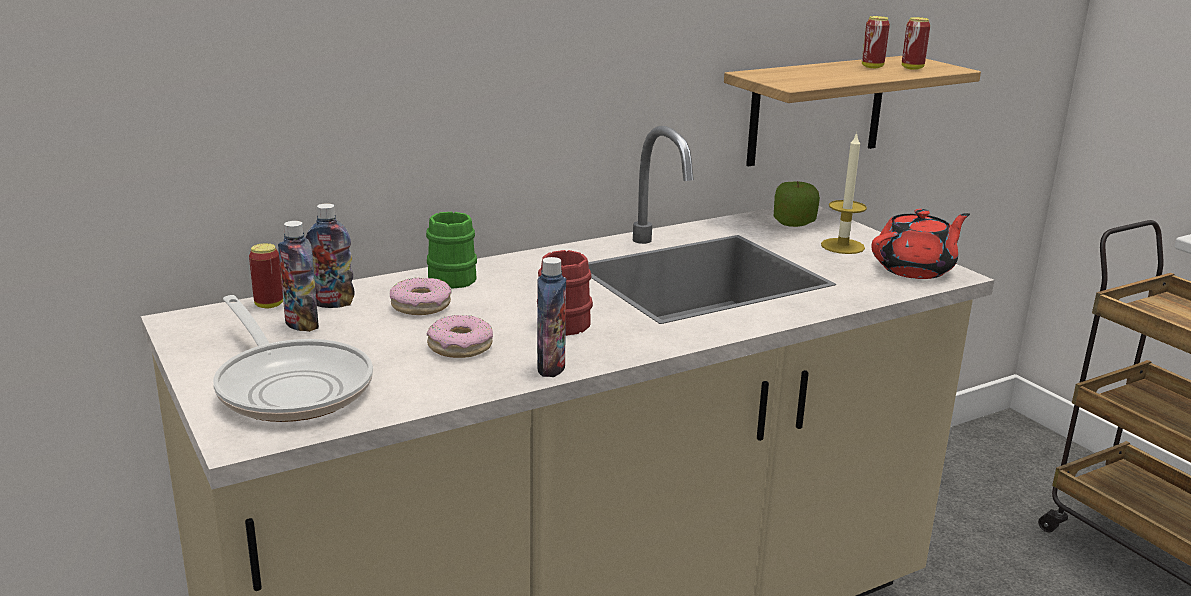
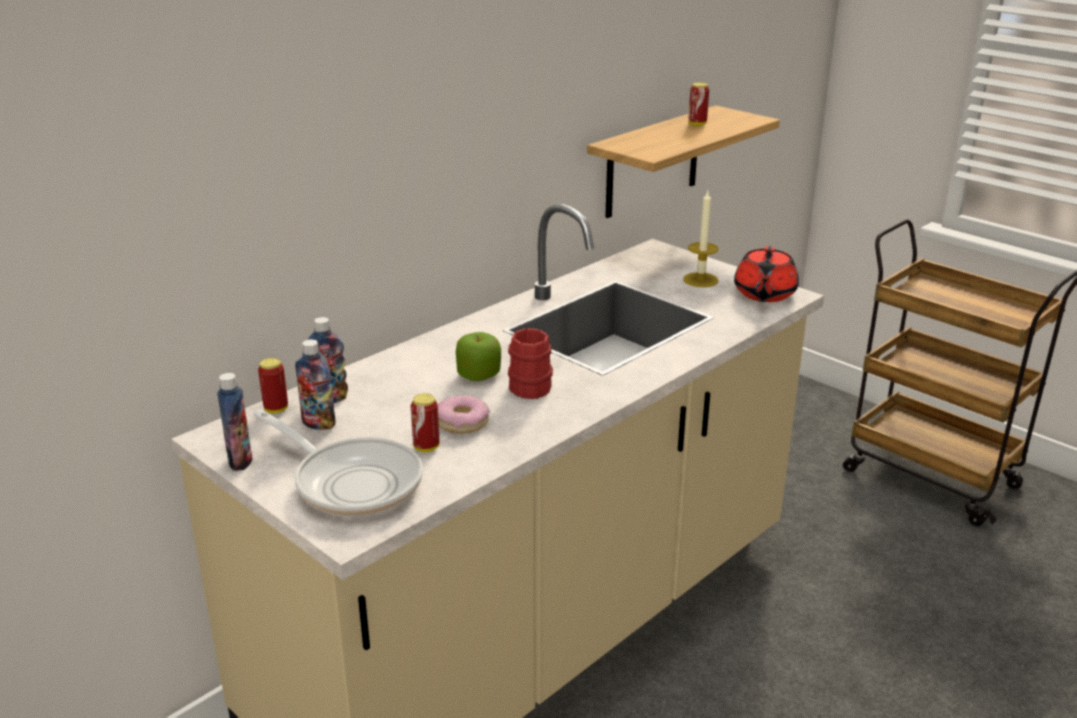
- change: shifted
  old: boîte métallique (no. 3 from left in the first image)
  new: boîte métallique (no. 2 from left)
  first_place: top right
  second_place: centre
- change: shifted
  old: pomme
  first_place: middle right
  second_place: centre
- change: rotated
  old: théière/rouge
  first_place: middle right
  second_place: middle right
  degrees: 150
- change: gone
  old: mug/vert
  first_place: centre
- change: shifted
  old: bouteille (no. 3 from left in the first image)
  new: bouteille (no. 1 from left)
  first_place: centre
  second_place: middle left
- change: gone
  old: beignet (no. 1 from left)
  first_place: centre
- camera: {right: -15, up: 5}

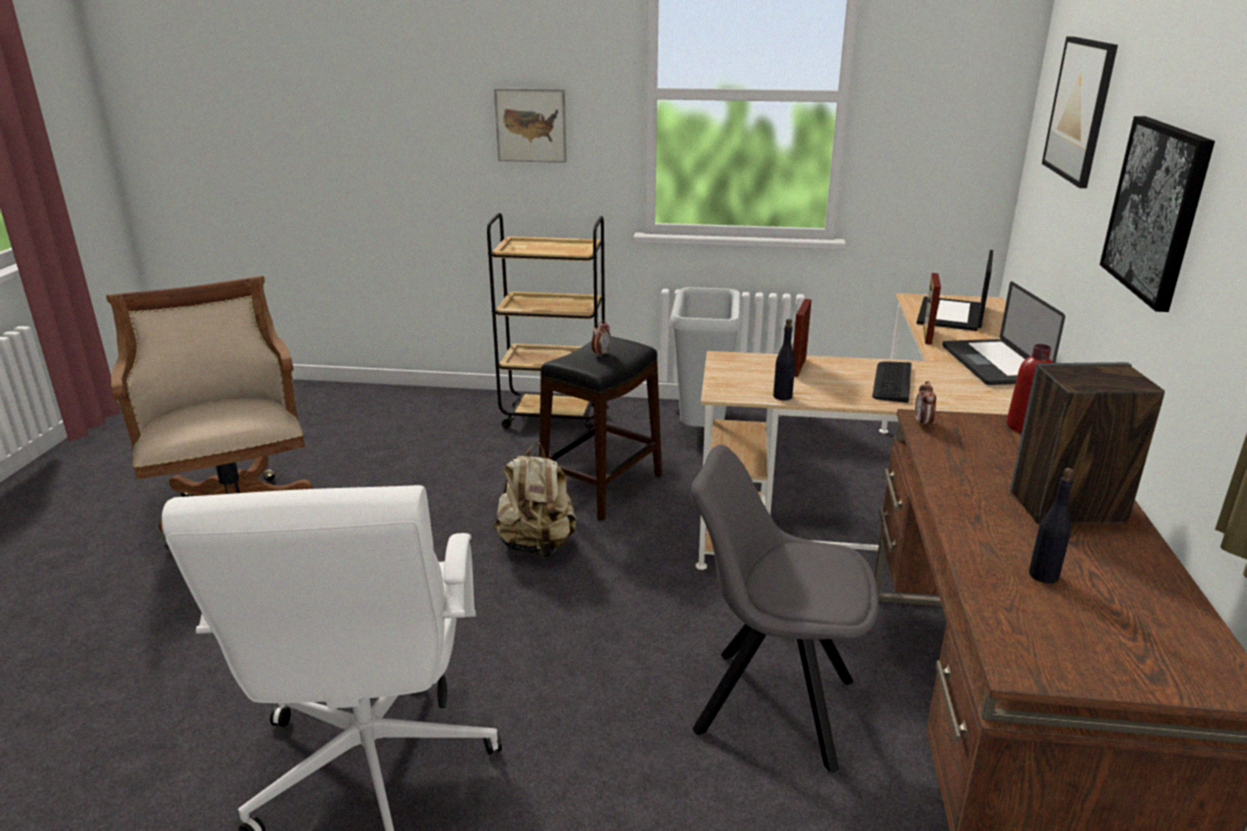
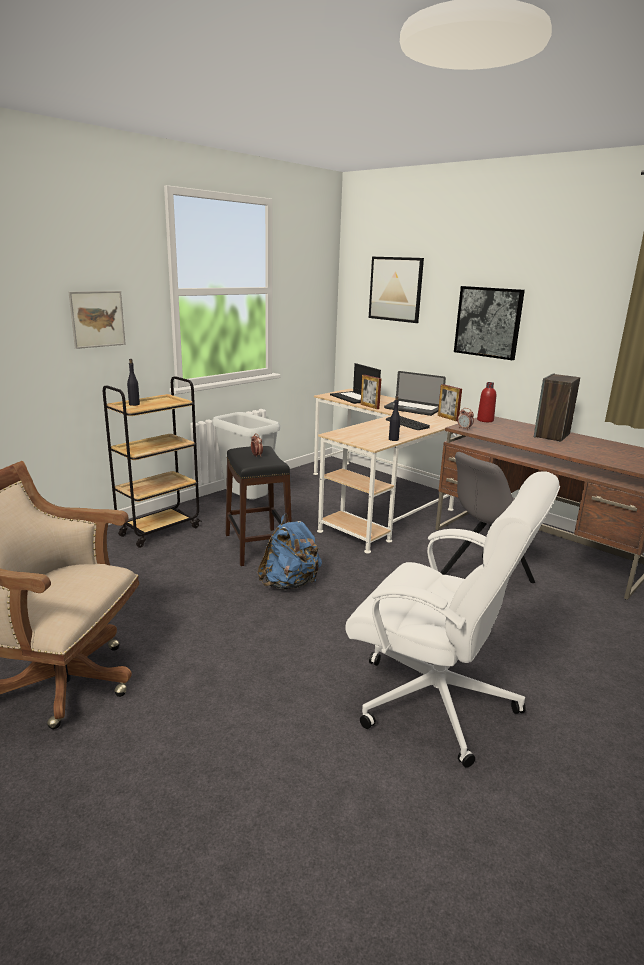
- change: shifted
  old: cadre photo (no. 1 from left in the first image)
  new: cadre photo (no. 2 from left)
  first_place: centre
  second_place: middle right
- change: repainted
  old: sac à dos/beige
  new: sac à dos/bleu
  first_place: centre
  second_place: centre
- change: shifted
  old: bouteille/noir (no. 2 from left in the first image)
  new: bouteille/noir (no. 1 from left)
  first_place: middle right
  second_place: middle left
- camera: {right: -55, up: -5}

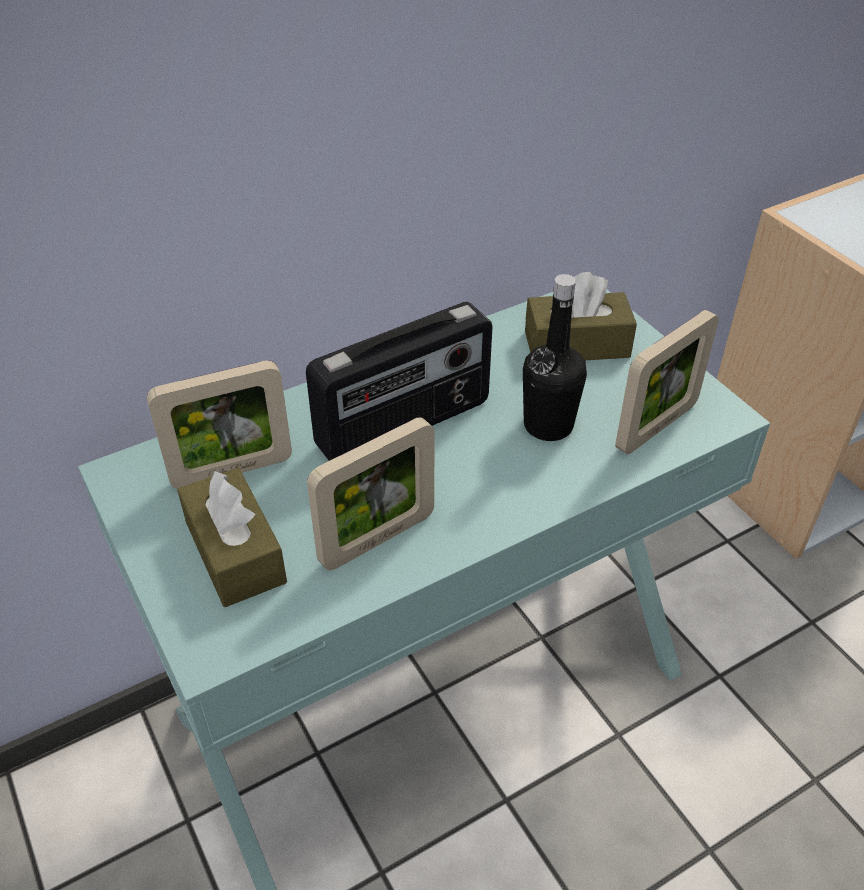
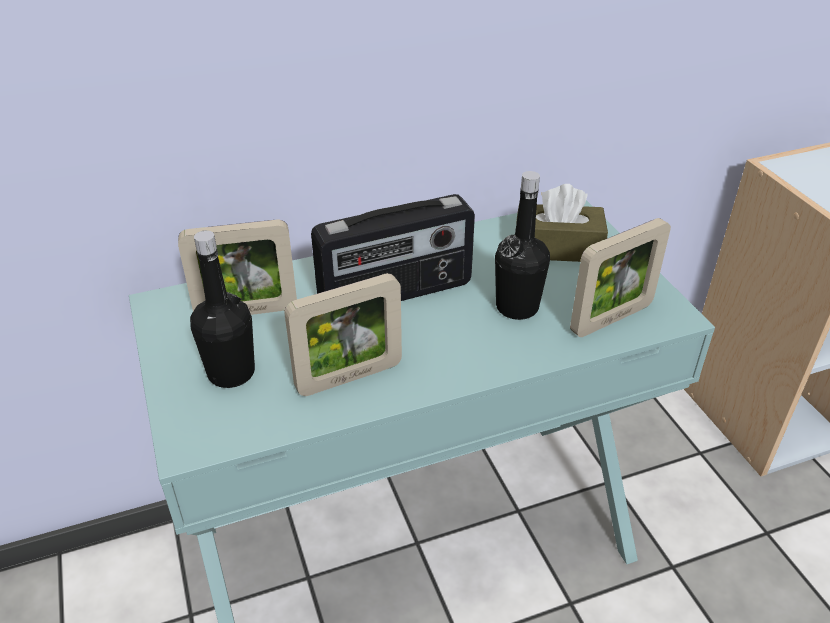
- change: swapped
  old: boîte à mouchoirs/marron (no. 1 from left)
  new: bouteille/noir (no. 1 from left)
  first_place: middle left
  second_place: middle left
- camera: {right: 10, up: -5}

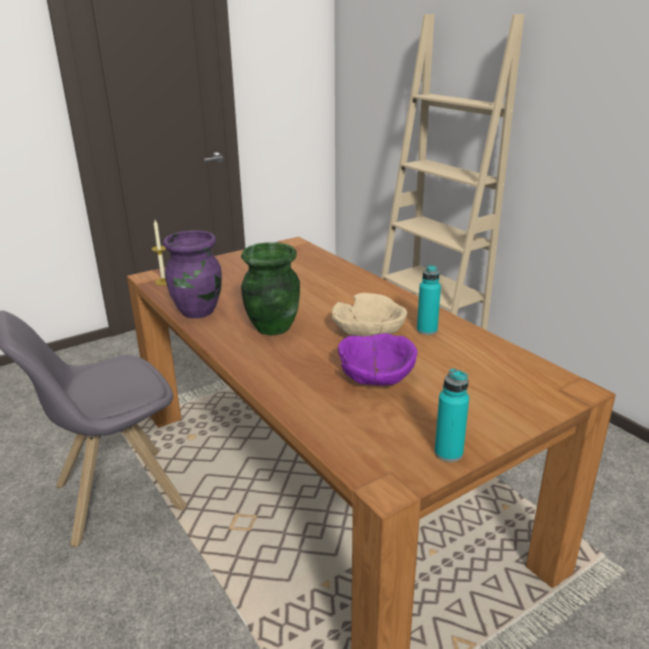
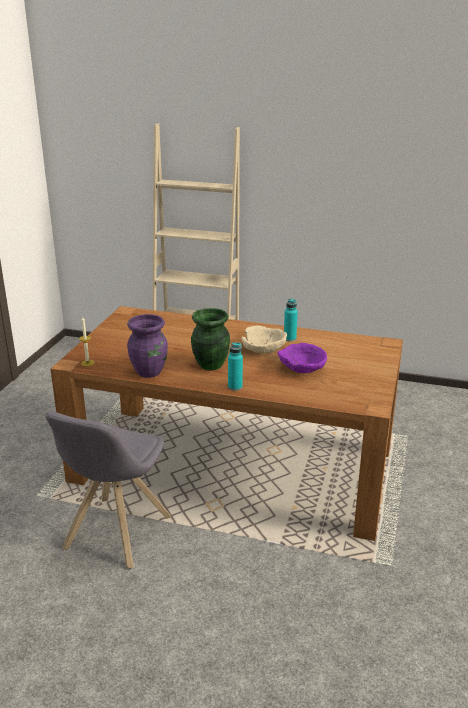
- change: shifted
  old: bouteille/turquoise (no. 2 from left in the first image)
  new: bouteille/turquoise (no. 1 from left)
  first_place: middle right
  second_place: centre
- camera: {right: -40, up: 0}

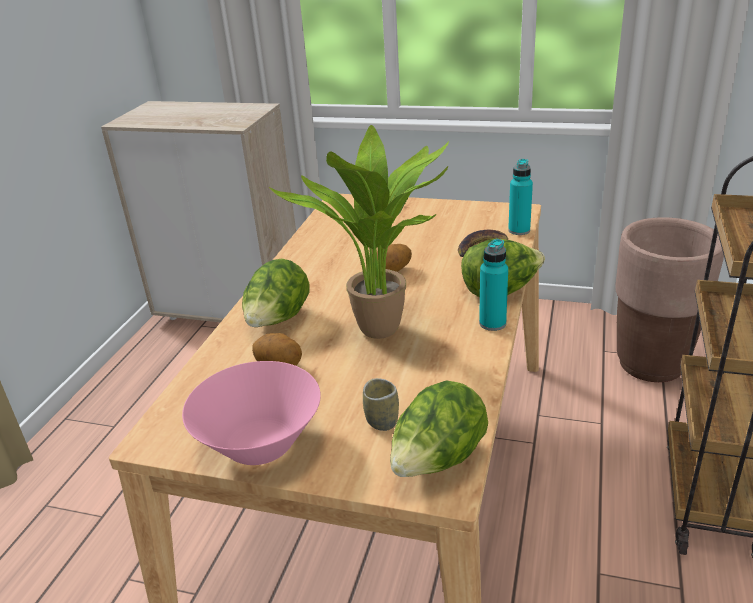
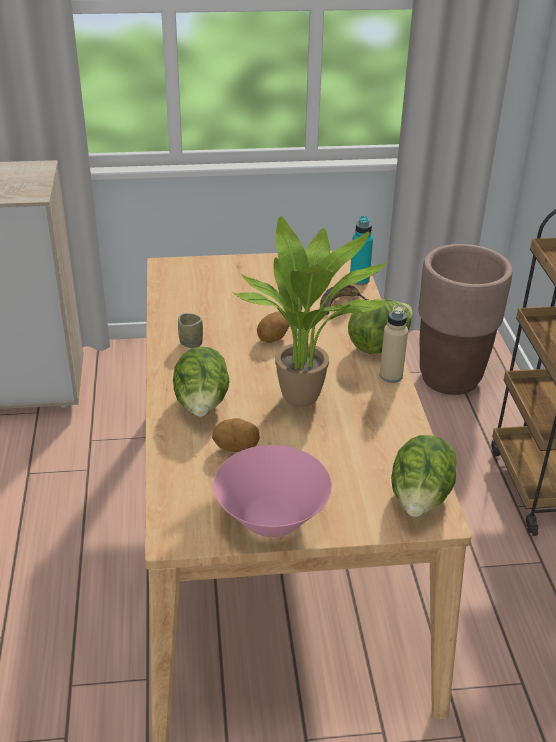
- change: repainted
  old: bouteille/turquoise (no. 1 from left)
  new: bouteille/beige
  first_place: centre
  second_place: middle right
- change: shifted
  old: tasse
  first_place: bottom centre
  second_place: centre
- camera: {right: -25, up: 5}

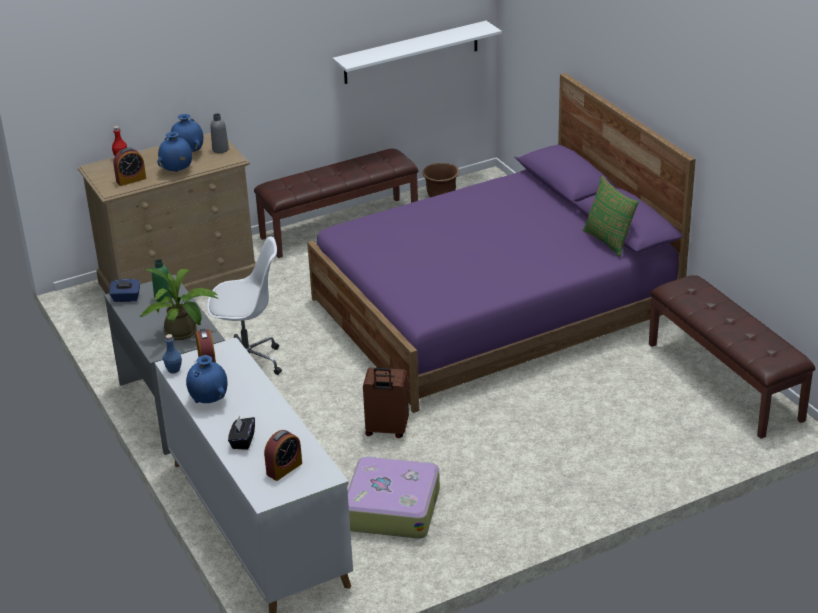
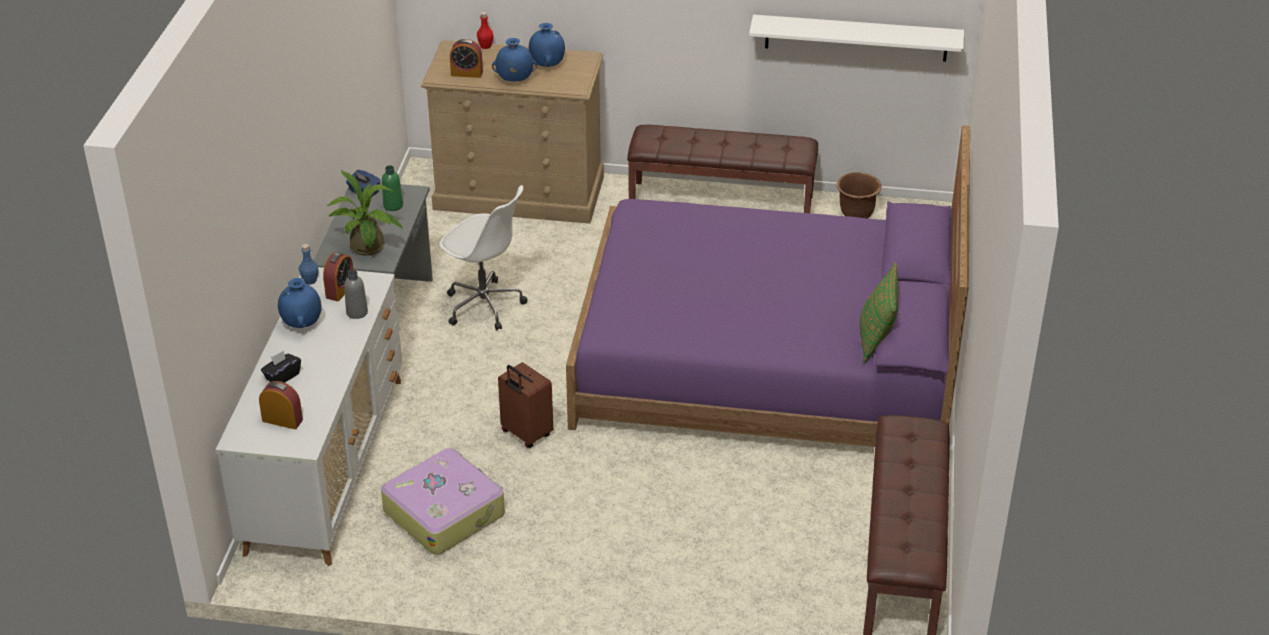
- change: shifted
  old: bouteille/gris
  first_place: top left
  second_place: middle left
- change: rotated
  old: réveil (no. 3 from left in the first image)
  first_place: bottom centre
  second_place: middle left
  degrees: -150
- camera: {right: 35, up: 5}

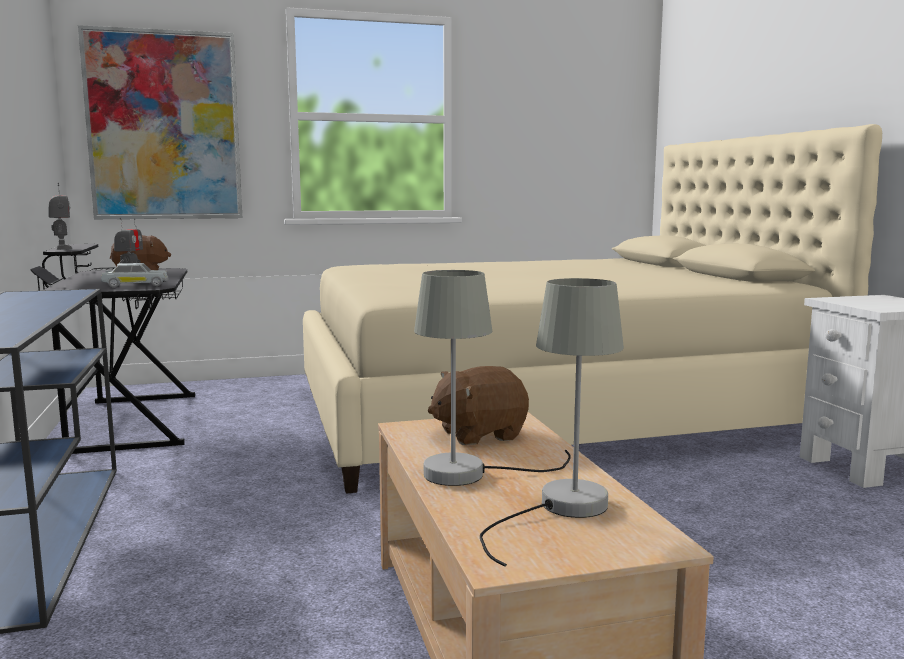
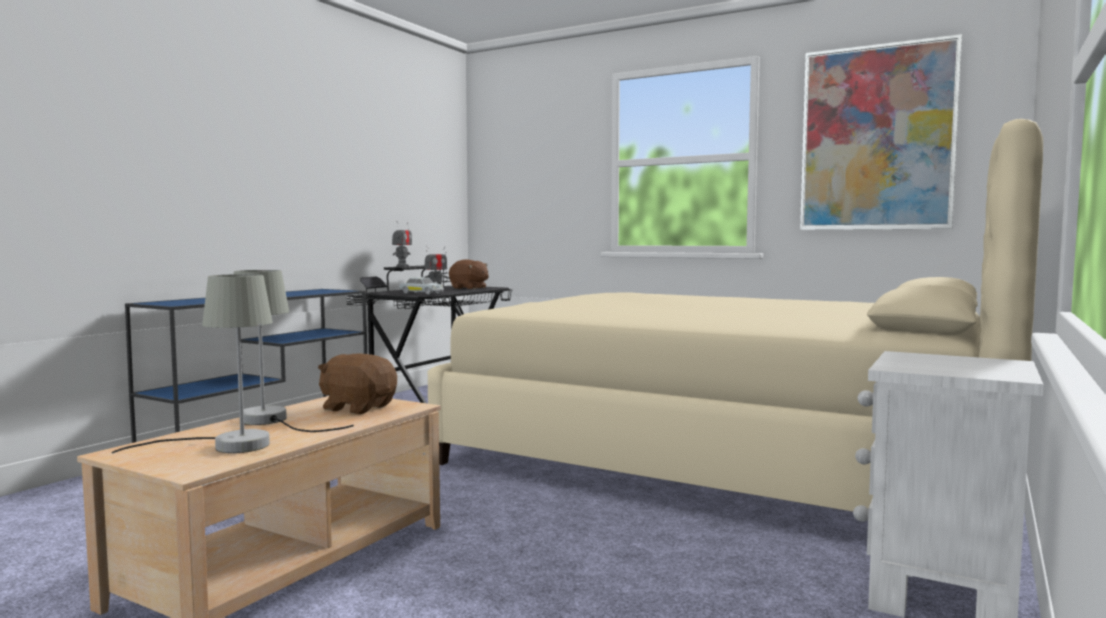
- change: shifted
  old: tableau
  first_place: top left
  second_place: top right
- camera: {right: 45, up: -5}

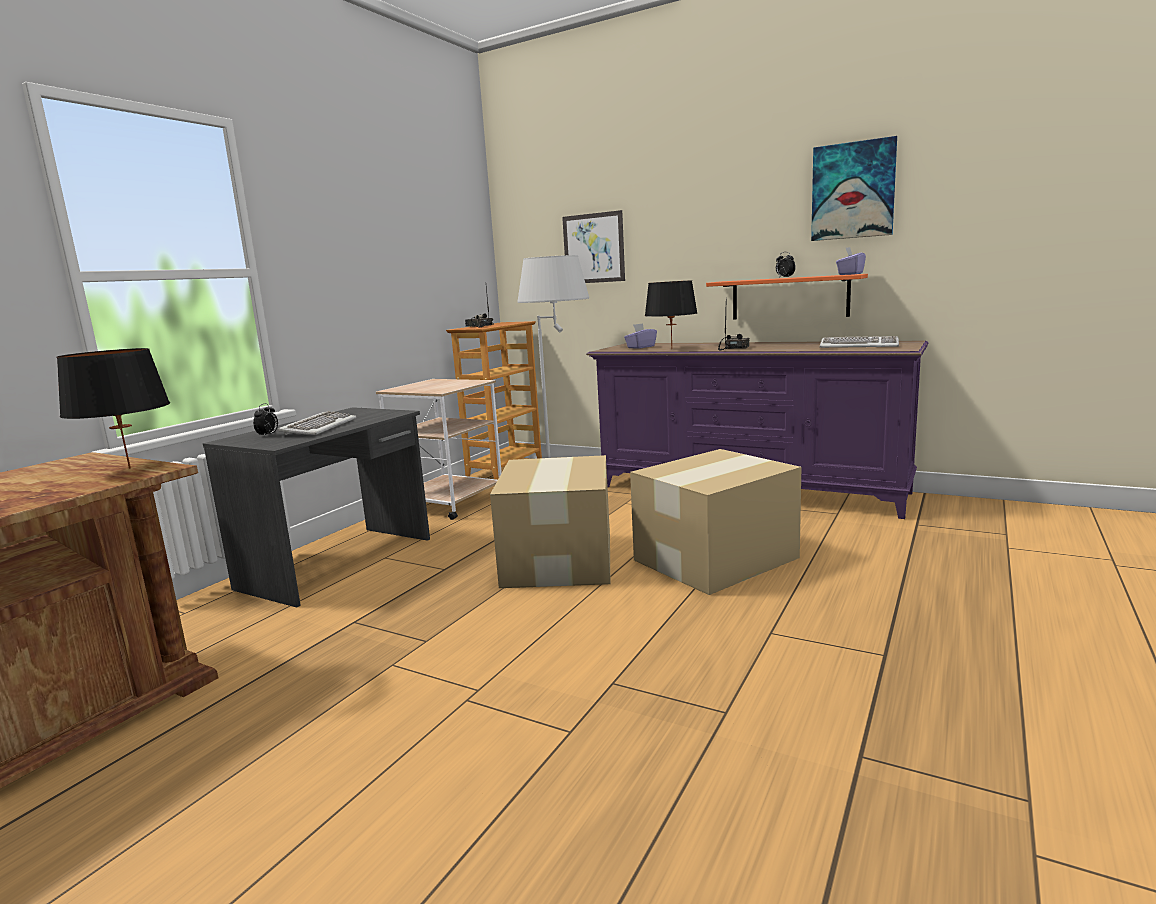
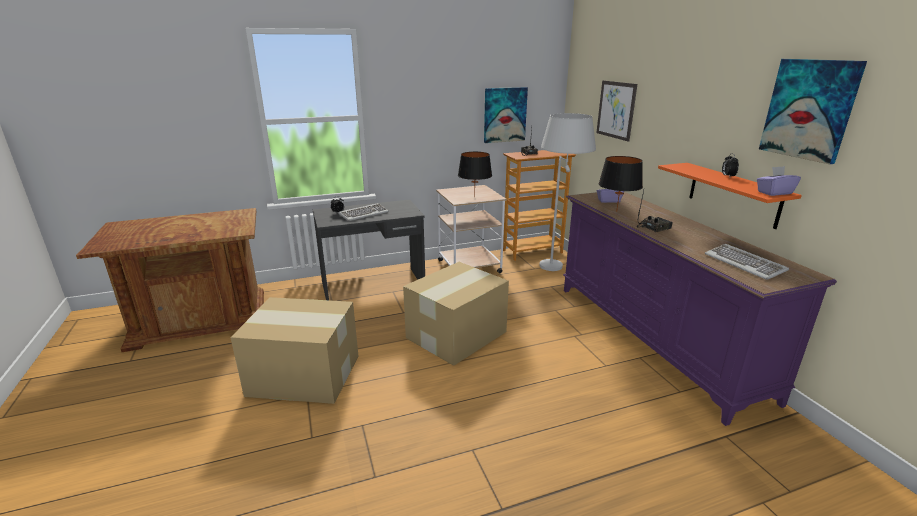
- change: shifted
  old: lampe de table/noir (no. 1 from left)
  first_place: middle left
  second_place: centre
- change: shifted
  old: carton (no. 2 from left in the first image)
  new: carton (no. 1 from left)
  first_place: centre
  second_place: bottom left
- change: new
  new: tableau (no. 1 from left)
  second_place: top centre
- camera: {right: 40, up: 10}

